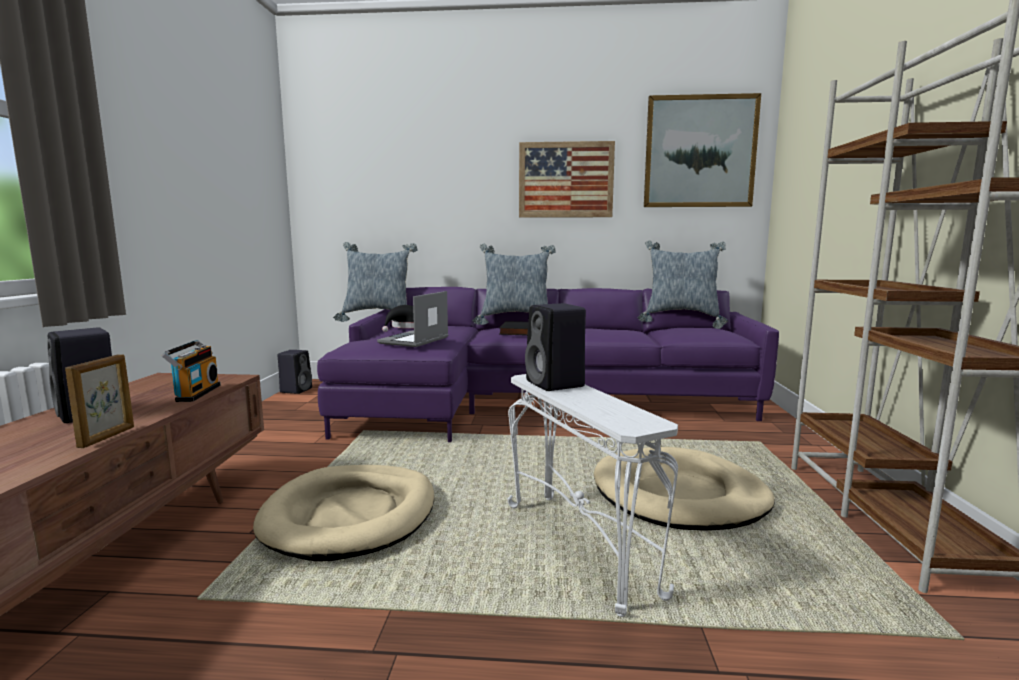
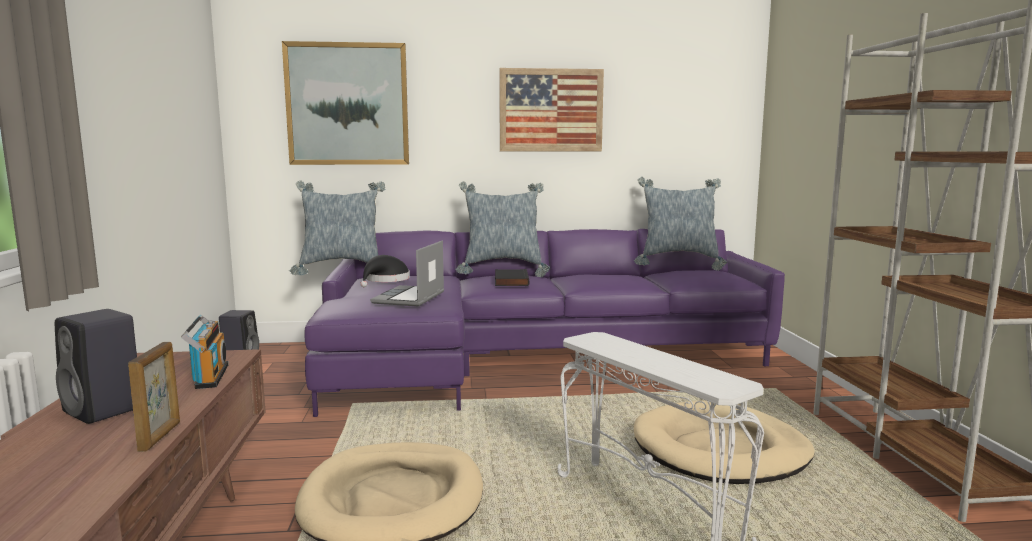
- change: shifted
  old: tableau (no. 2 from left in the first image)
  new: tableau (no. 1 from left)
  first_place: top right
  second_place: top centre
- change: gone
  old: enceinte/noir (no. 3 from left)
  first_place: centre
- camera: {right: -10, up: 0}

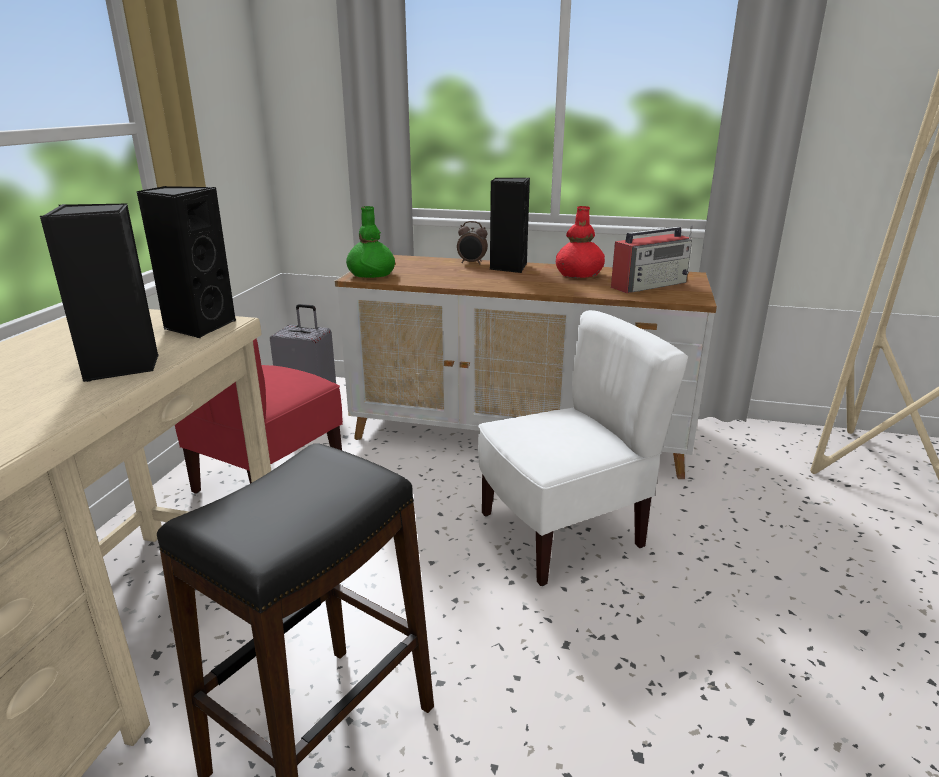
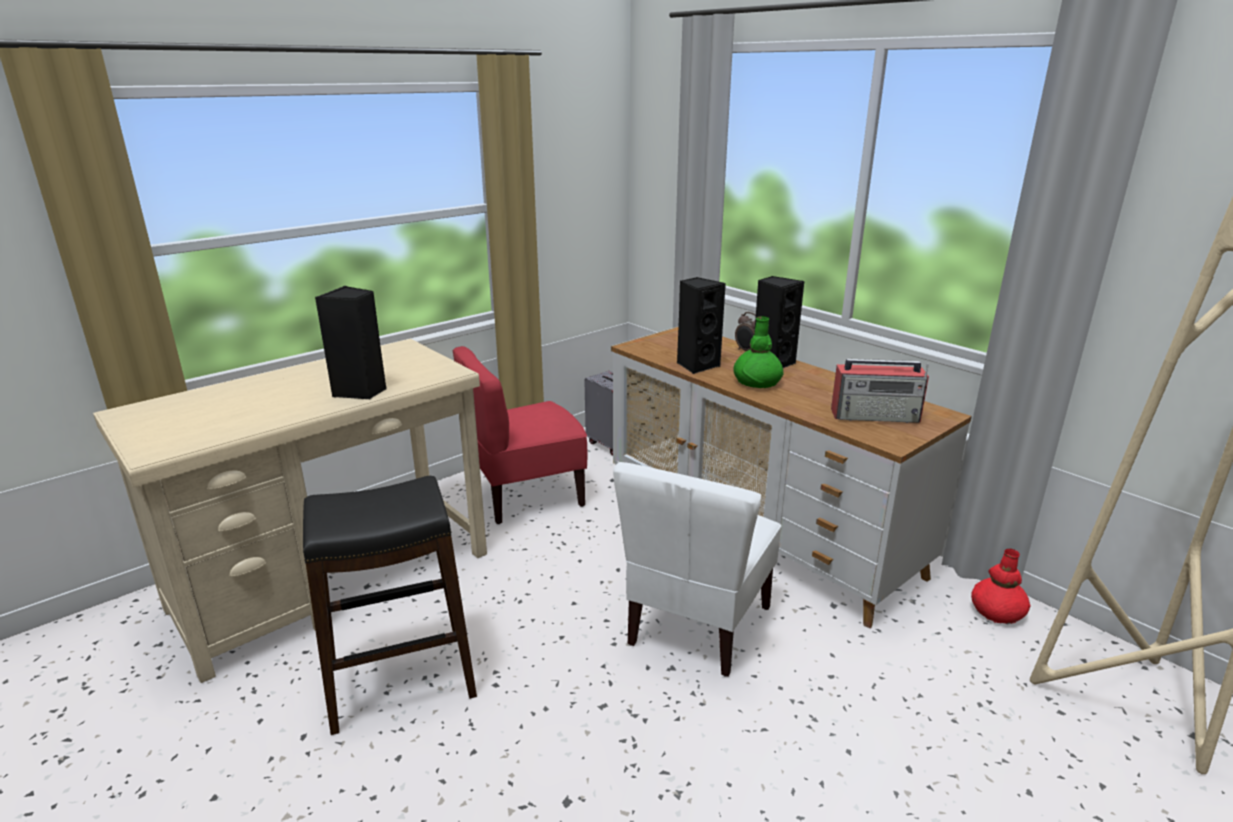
- change: shifted
  old: enceinte/noir (no. 2 from left)
  first_place: middle left
  second_place: centre
- change: shifted
  old: vase/vert
  first_place: top centre
  second_place: centre
- change: shifted
  old: vase/rouge
  first_place: top centre
  second_place: bottom right
- change: rotated
  old: chaise/blanc
  first_place: centre
  second_place: bottom centre
  degrees: 105
- camera: {right: 35, up: 0}

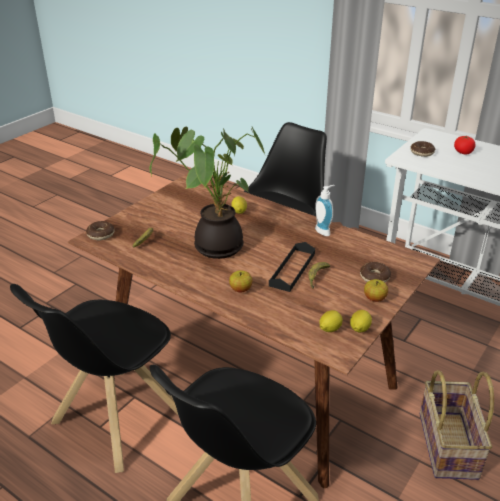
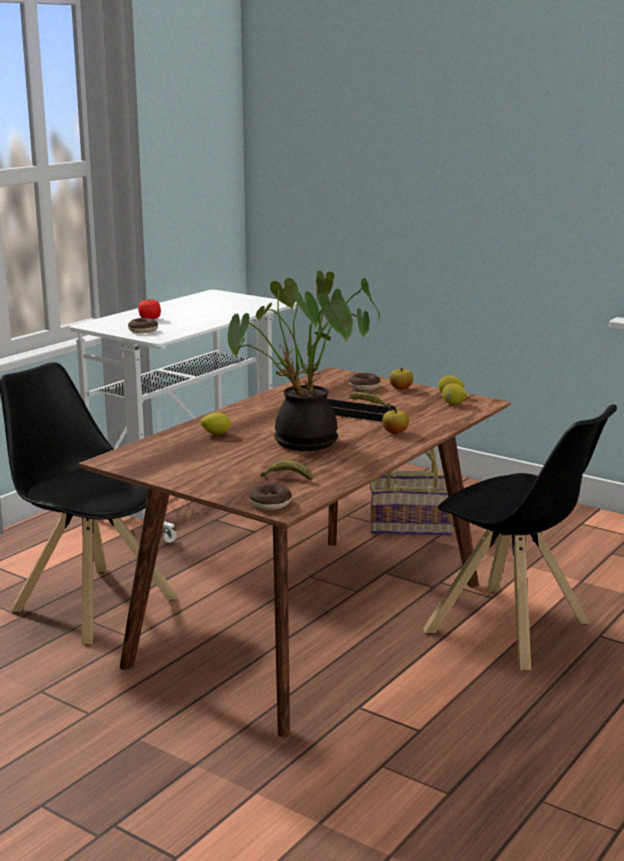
- change: gone
  old: distributeur de savon
  first_place: centre
- change: gone
  old: chaise/noir (no. 1 from left)
  first_place: bottom left
- camera: {right: -90, up: -15}

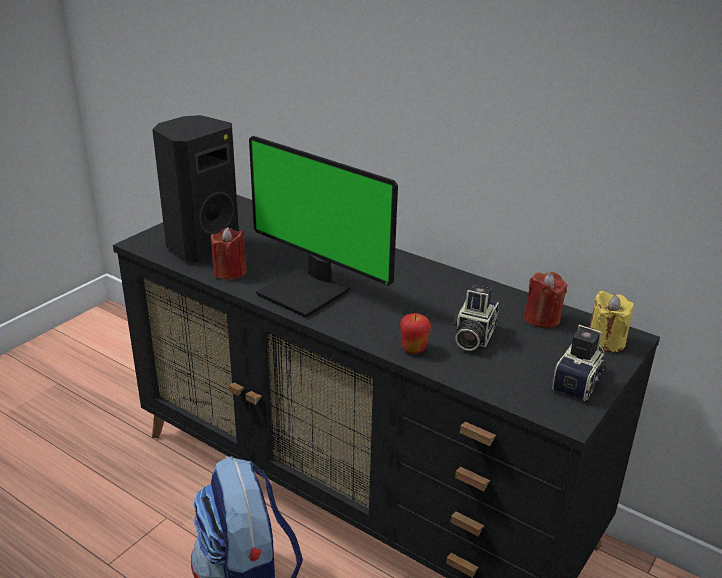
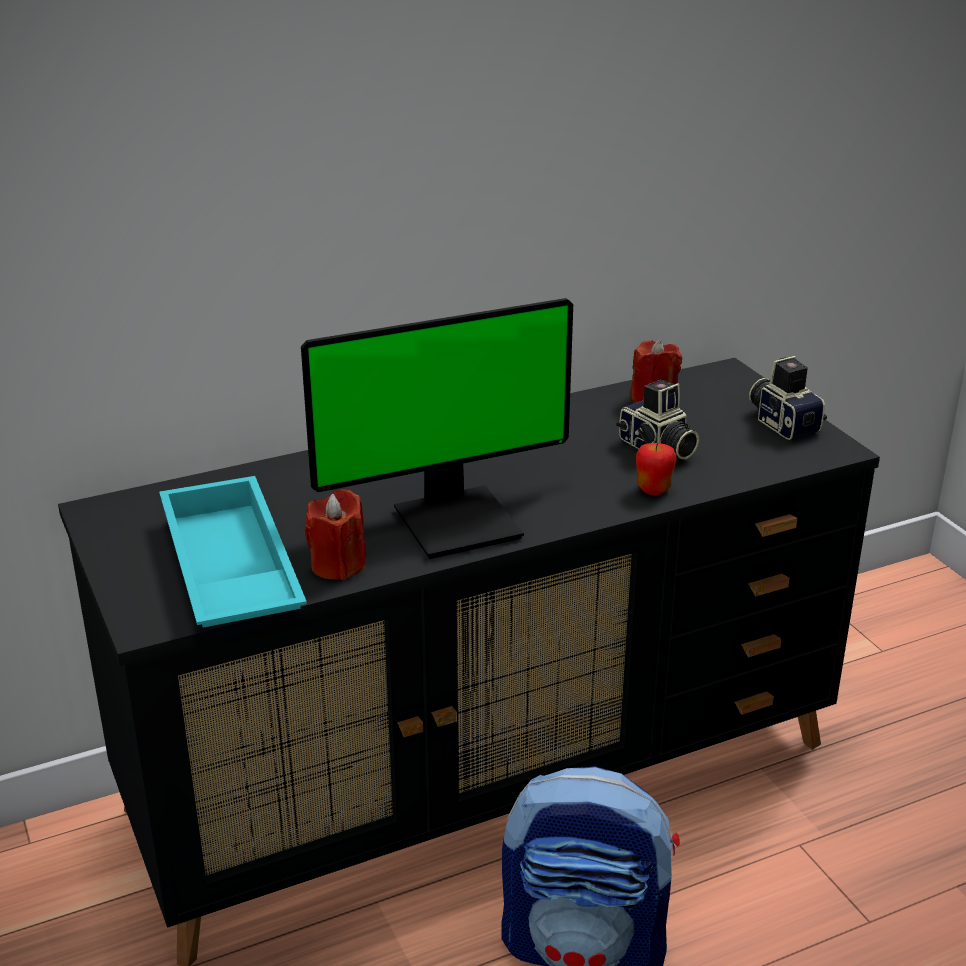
- change: swapped
  old: enceinte/noir
  new: plateau/turquoise
  first_place: top left
  second_place: middle left
- change: gone
  old: bougie/jaune
  first_place: middle right
- camera: {right: -60, up: 0}

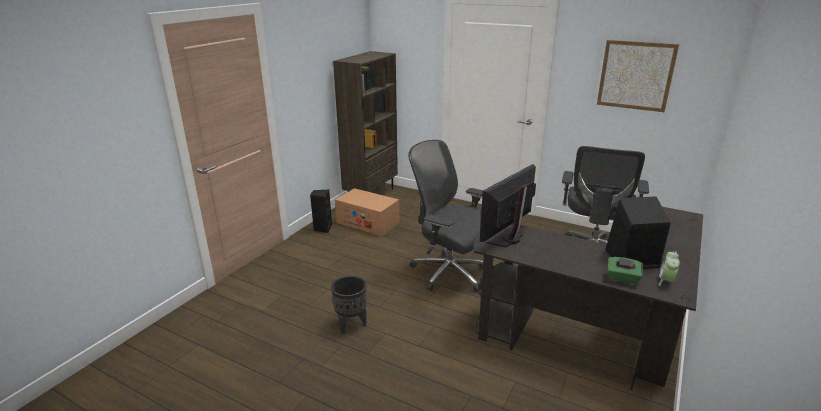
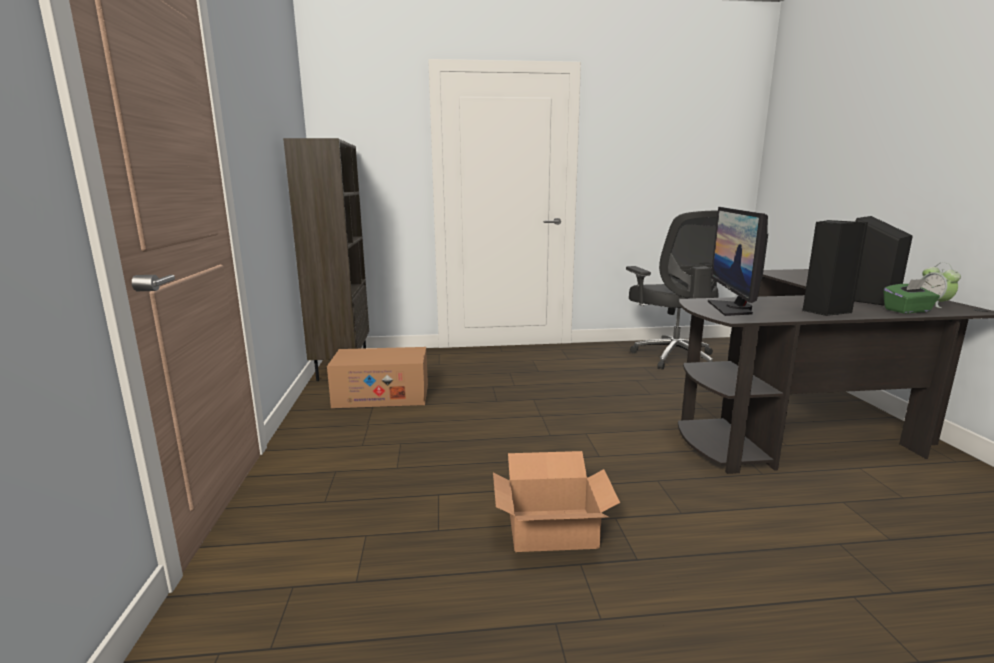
- change: gone
  old: tableau
  first_place: top right
- change: gone
  old: chaise de bureau (no. 1 from left)
  first_place: centre
- change: shifted
  old: enceinte/noir (no. 1 from left)
  first_place: centre
  second_place: middle right
- change: swapped
  old: cache-pot/noir
  new: carton (no. 2 from left)
  first_place: bottom centre
  second_place: bottom centre
- camera: {right: -35, up: -10}

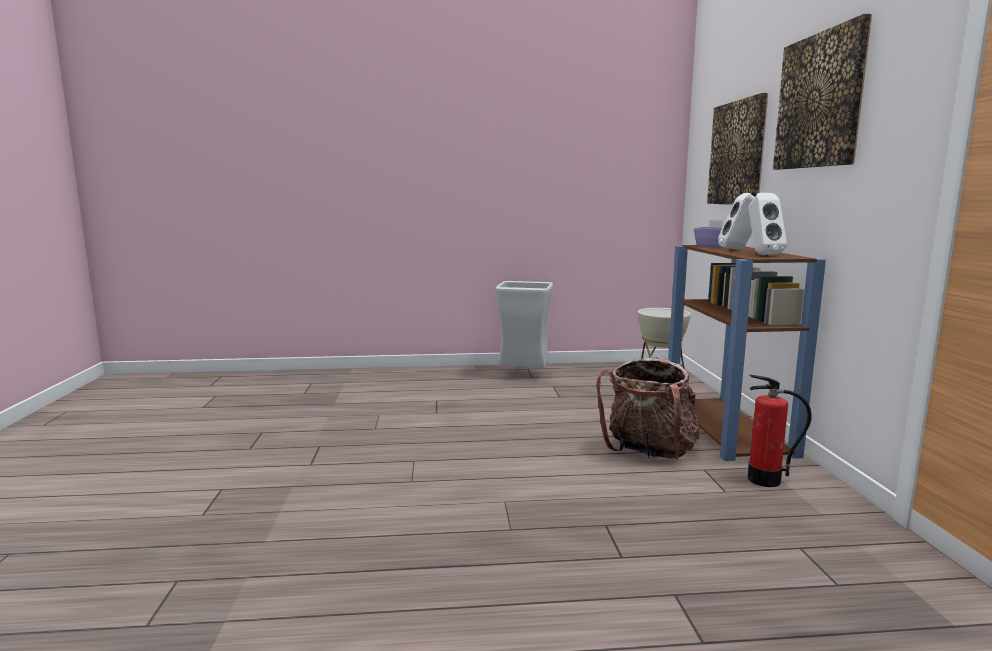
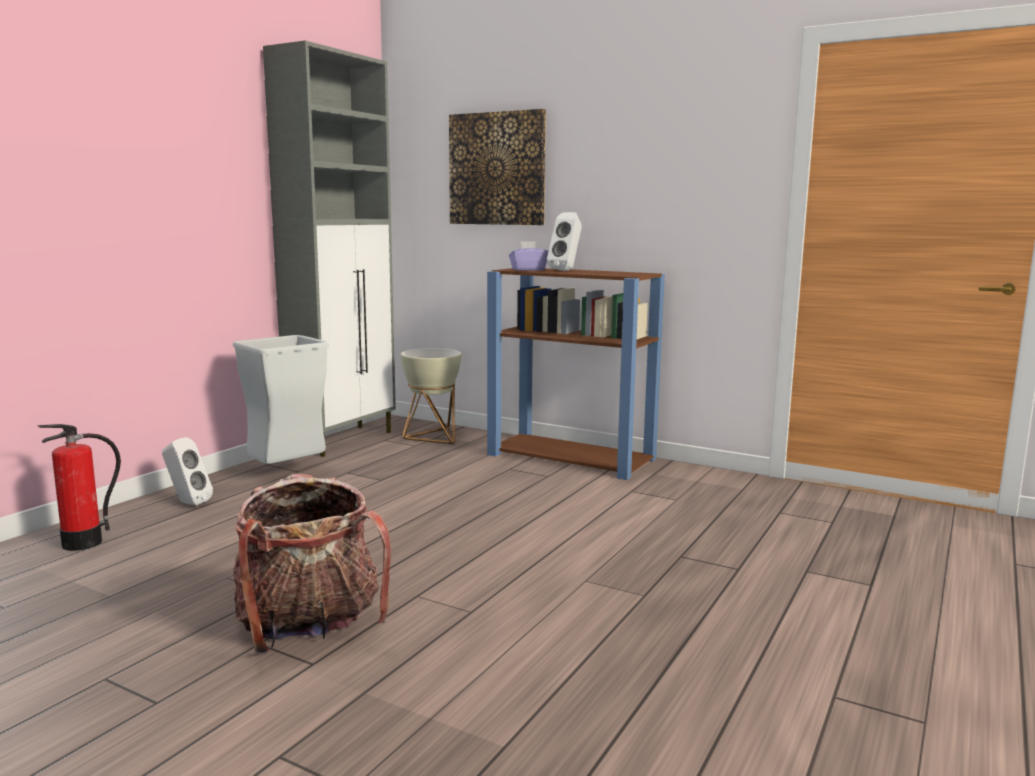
- change: gone
  old: tableau (no. 2 from left)
  first_place: top right
- change: shifted
  old: enceinte/blanc (no. 2 from left in the first image)
  new: enceinte/blanc (no. 1 from left)
  first_place: middle right
  second_place: middle left
- change: shifted
  old: sac à dos
  first_place: centre
  second_place: bottom left
- change: shifted
  old: extincteur
  first_place: middle right
  second_place: middle left
- change: new
  new: meuble de rangement/gris
  second_place: top left
- camera: {right: -55, up: 0}

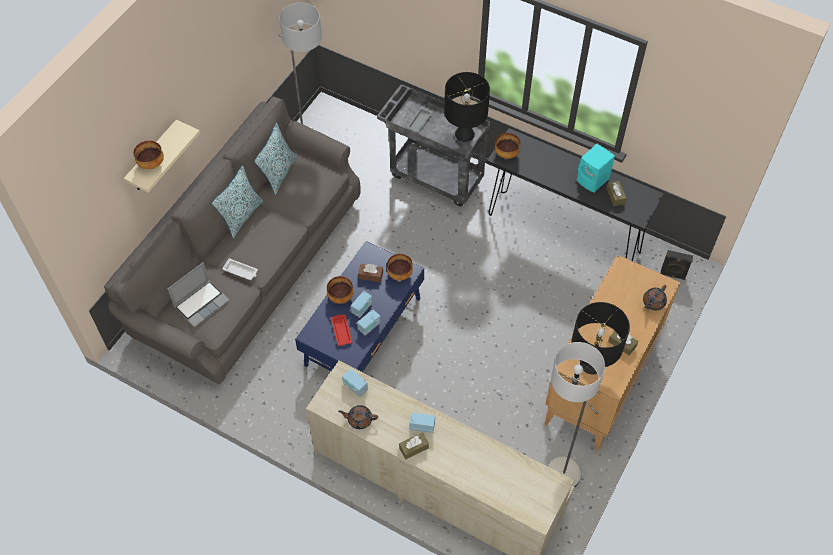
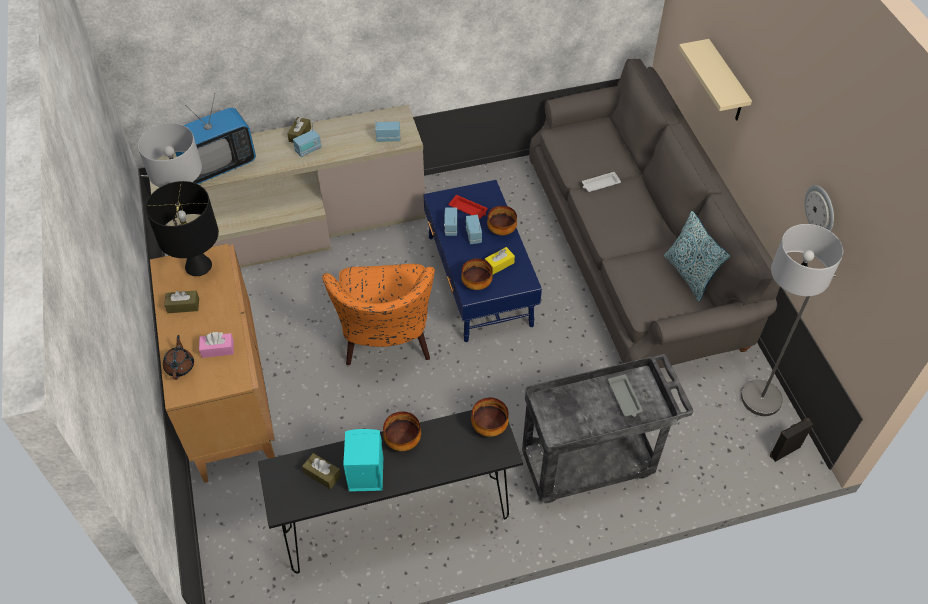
- change: gone
  old: lampe de table/noir (no. 1 from left)
  first_place: top centre
- change: shifted
  old: bol (no. 1 from left)
  first_place: top left
  second_place: bottom centre
- change: gone
  old: coussin (no. 1 from left)
  first_place: middle left
- change: shifted
  old: enceinte/noir
  first_place: middle right
  second_place: bottom right
- change: gone
  old: ordinateur portable
  first_place: middle left
- change: repainted
  old: boîte à mouchoirs/marron (no. 1 from left)
  new: boîte à mouchoirs/jaune
  first_place: centre
  second_place: centre
- change: gone
  old: théière/marron (no. 1 from left)
  first_place: bottom centre
- change: new
  new: téléviseur
  second_place: top left
- change: new
  new: horloge murale
  second_place: middle right
- change: new
  new: fauteuil/orange
  second_place: centre
- change: new
  new: boîte à mouchoirs/rose
  second_place: middle left
- camera: {right: 135, up: -5}

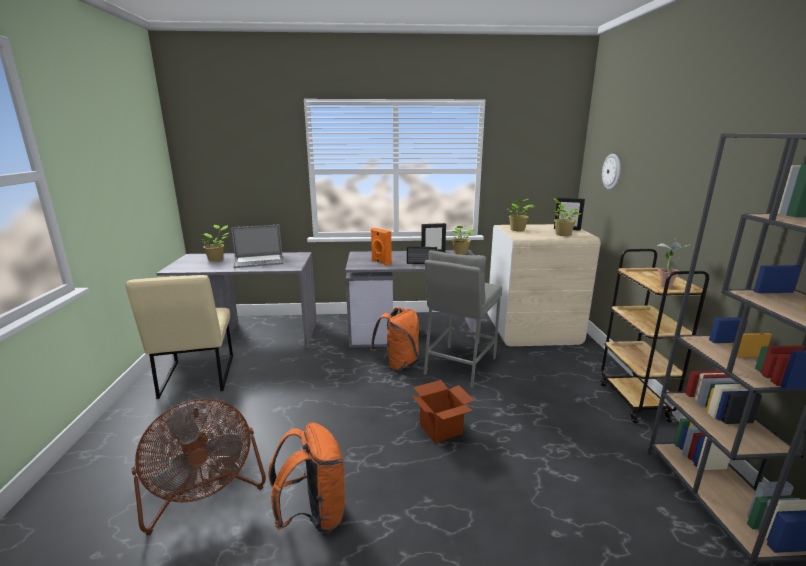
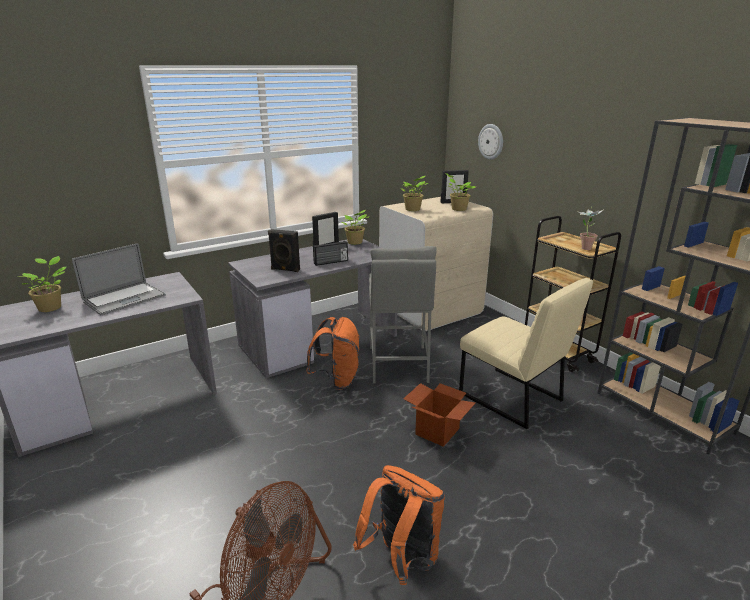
- change: repainted
  old: enceinte/orange
  new: enceinte/noir
  first_place: centre
  second_place: centre
- change: shifted
  old: chaise/beige
  first_place: middle left
  second_place: middle right
- camera: {right: -30, up: 5}

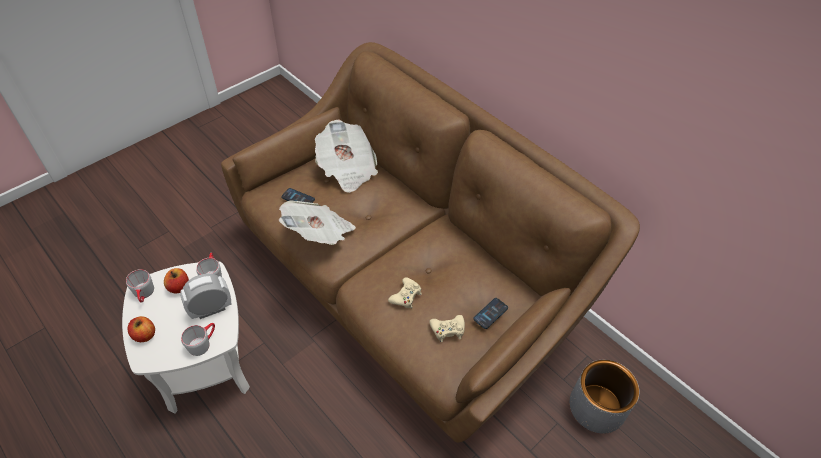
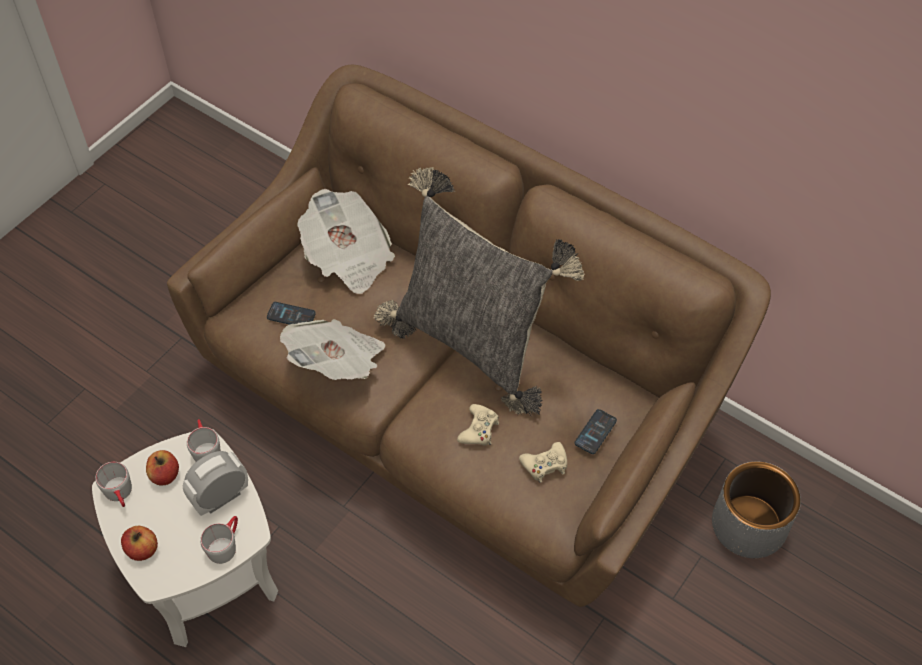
- change: new
  new: coussin
  second_place: centre
- camera: {right: -10, up: 5}

